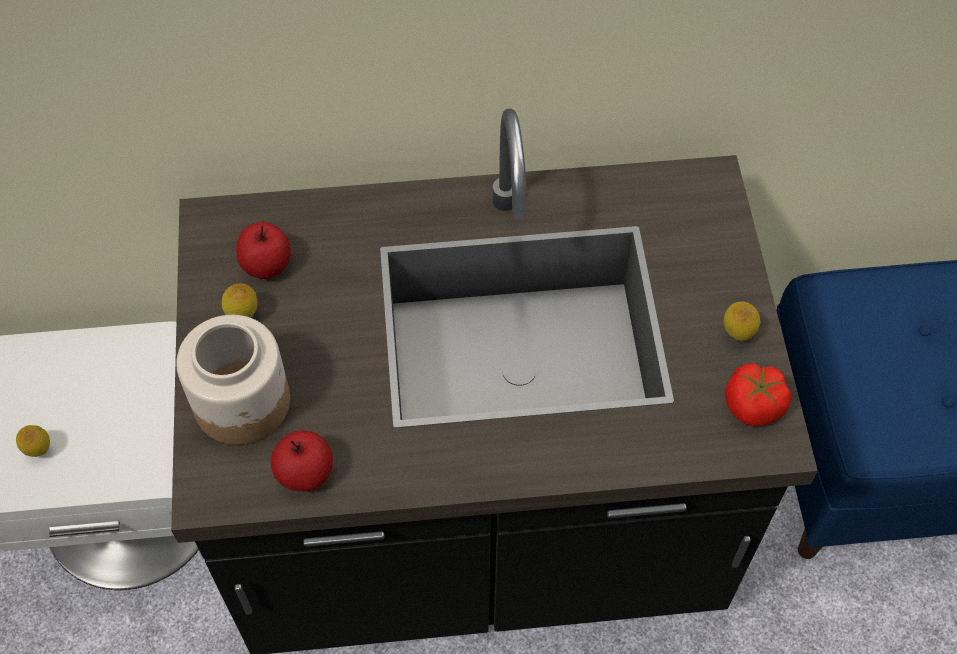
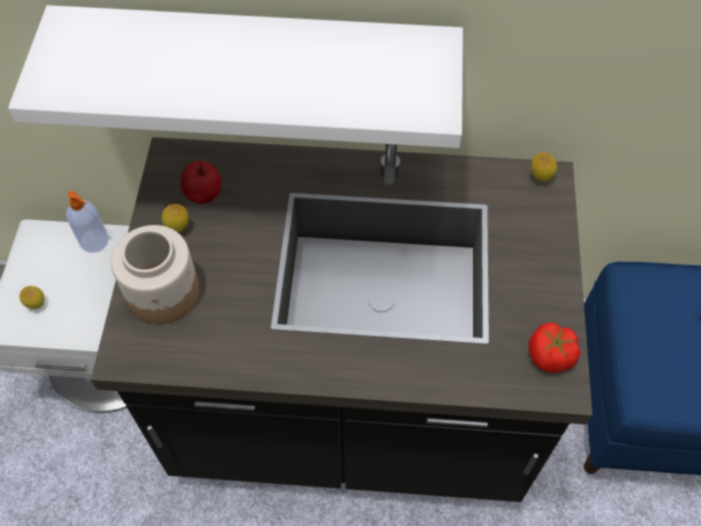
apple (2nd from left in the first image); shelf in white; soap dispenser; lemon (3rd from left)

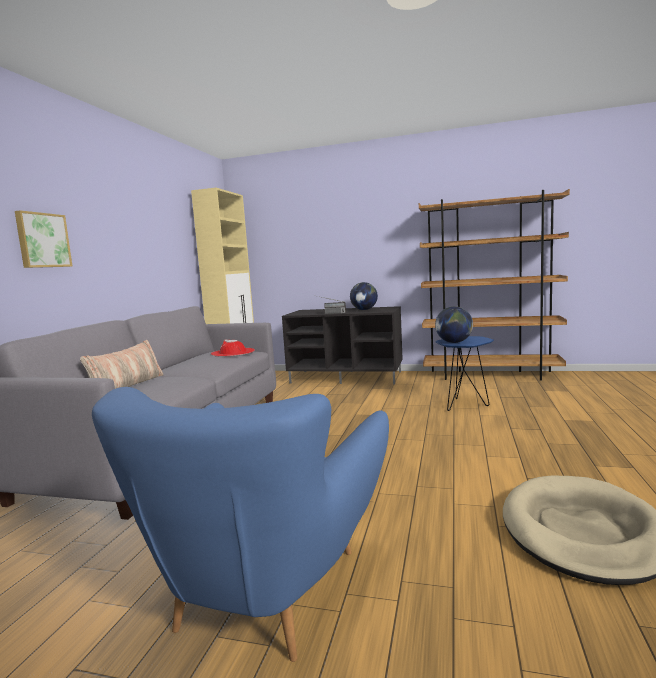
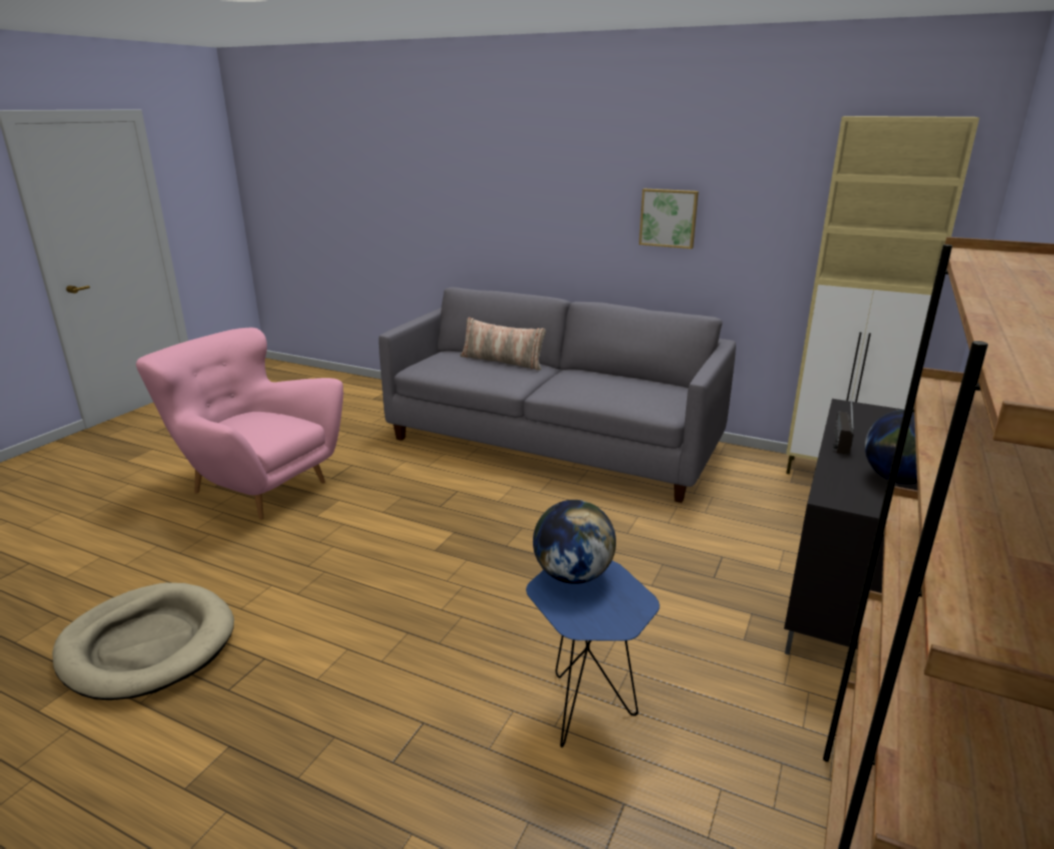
hat in red; picture; armchair in pink

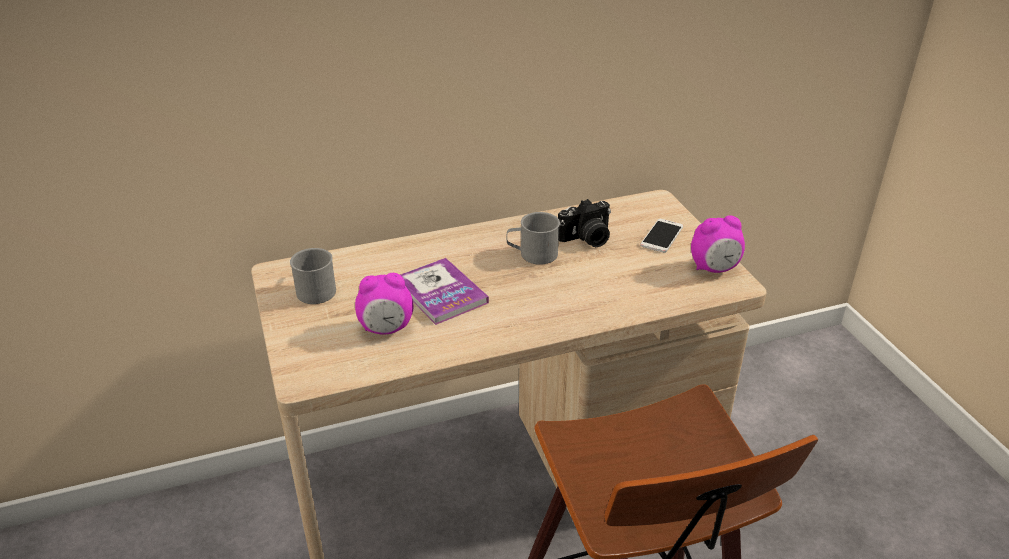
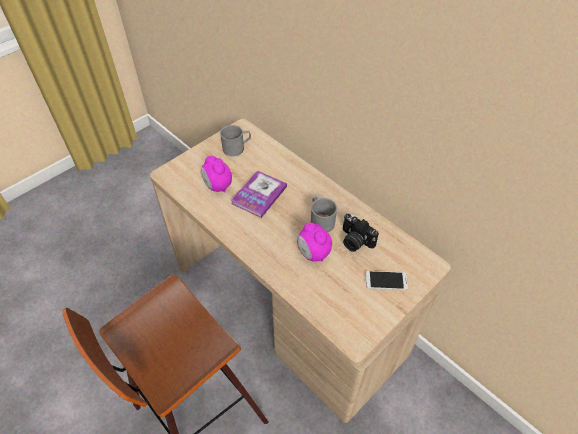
alarm clock (2nd from left)

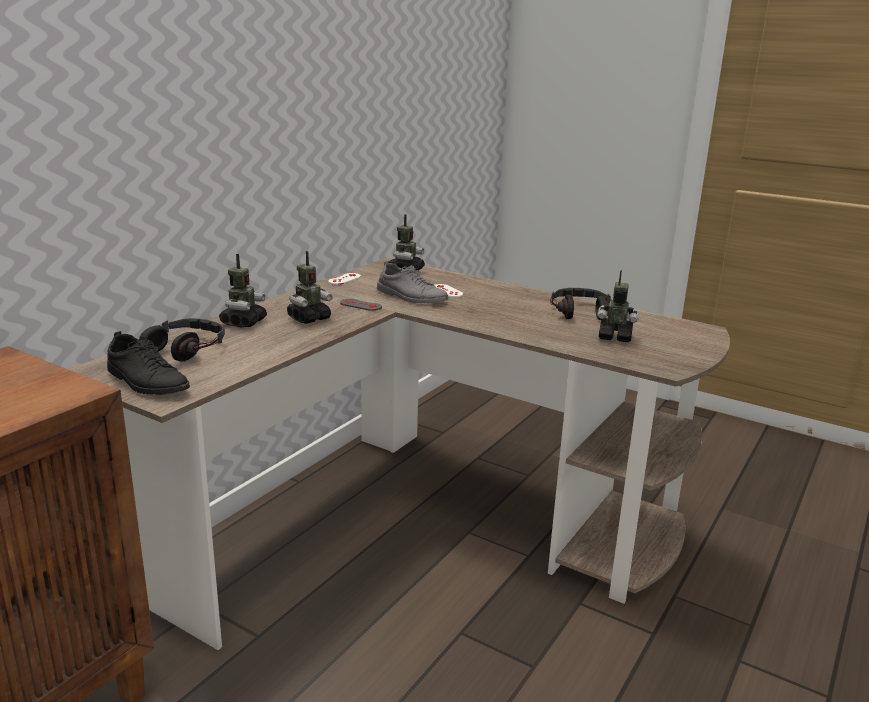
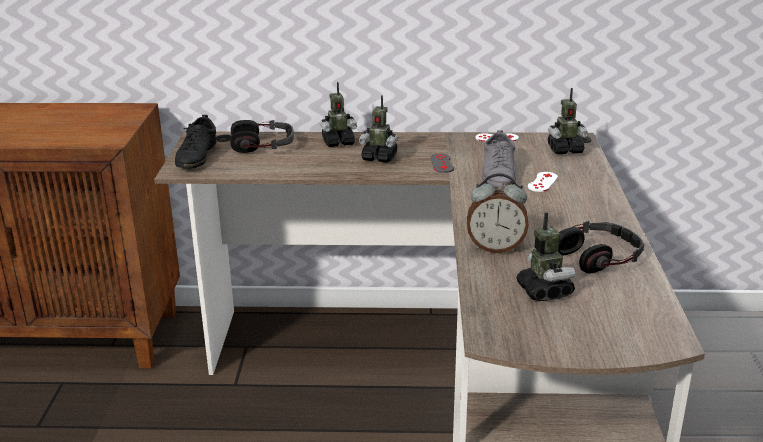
alarm clock

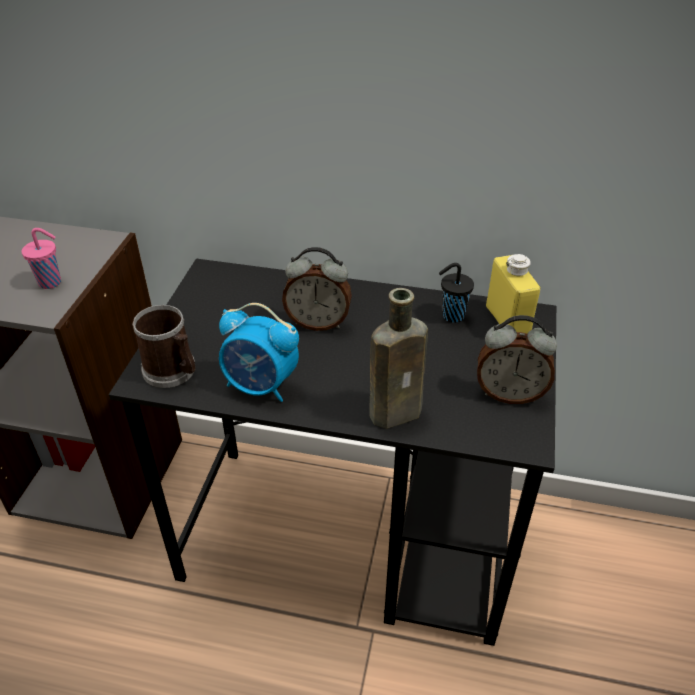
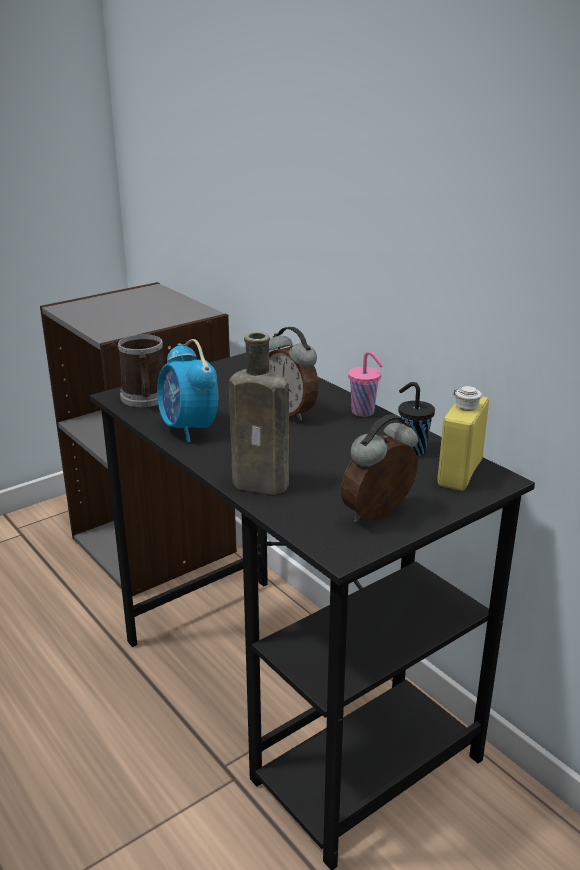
cup in pink; alarm clock (3rd from left)

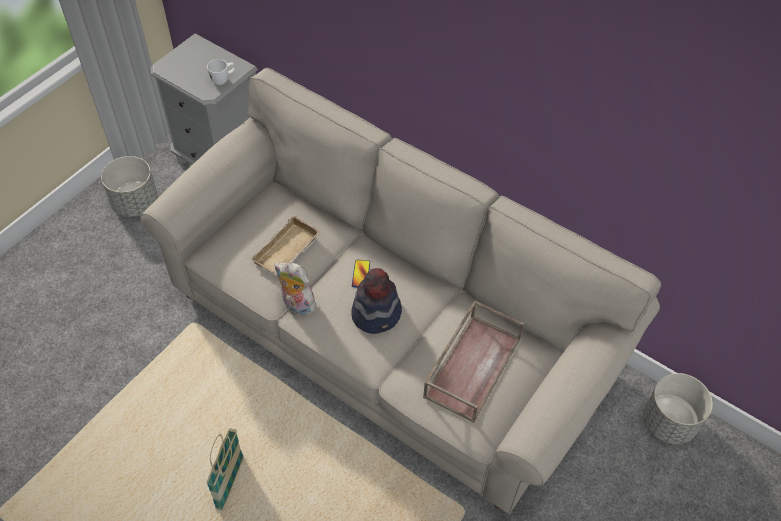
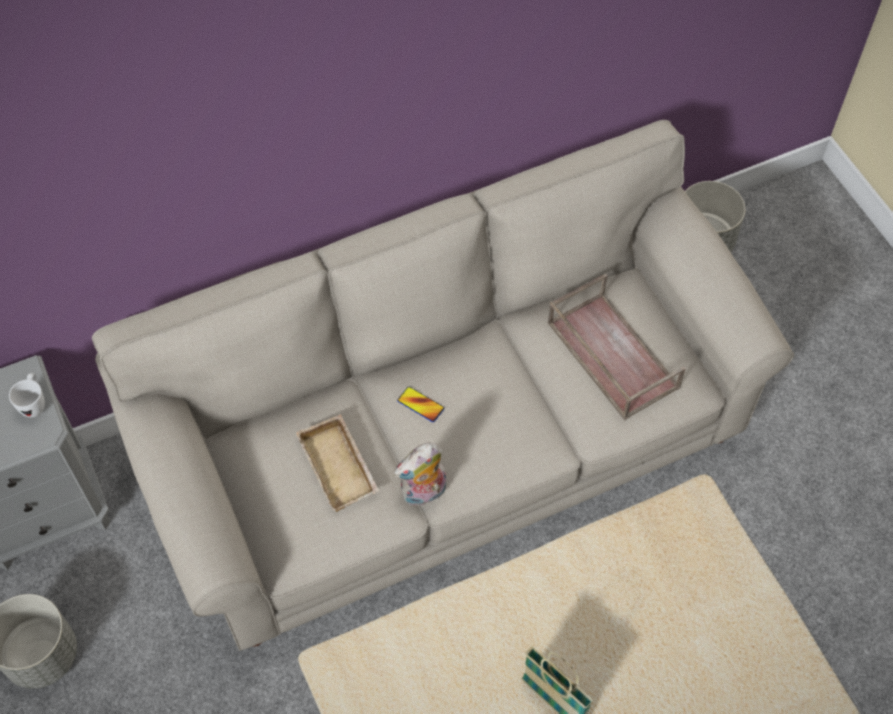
hat

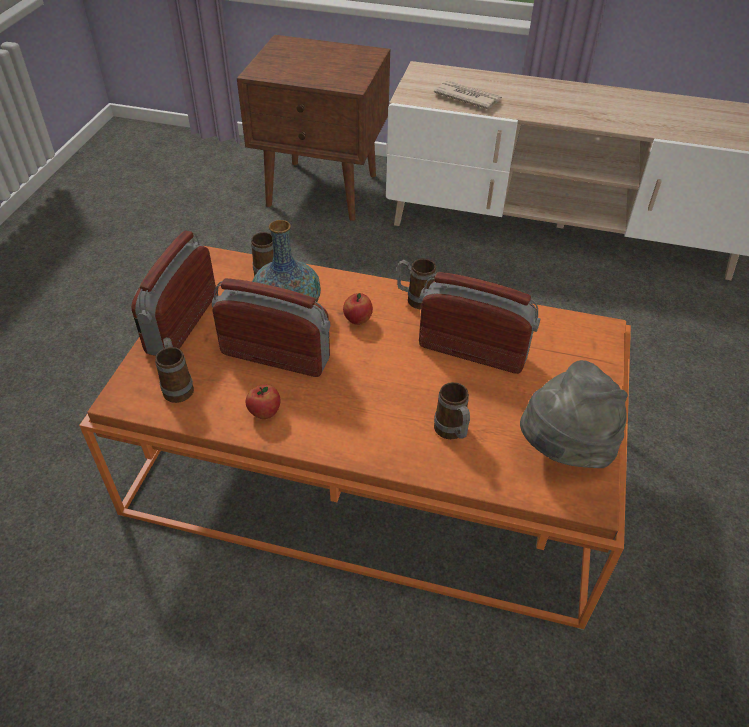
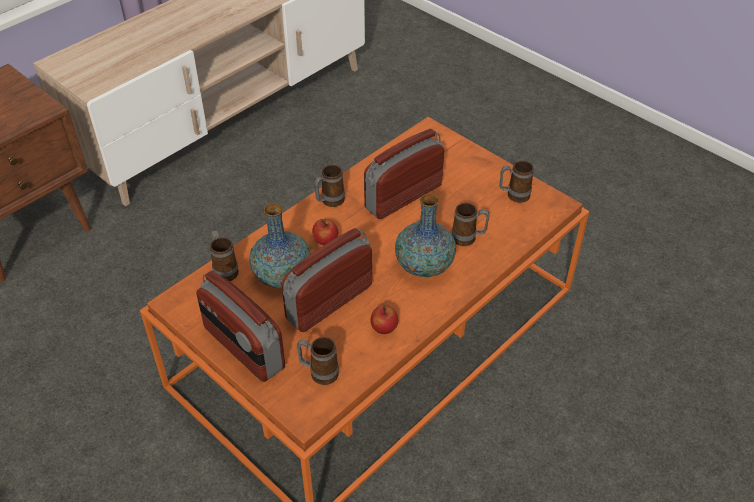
newspaper; vase (2nd from left); mug (5th from left)

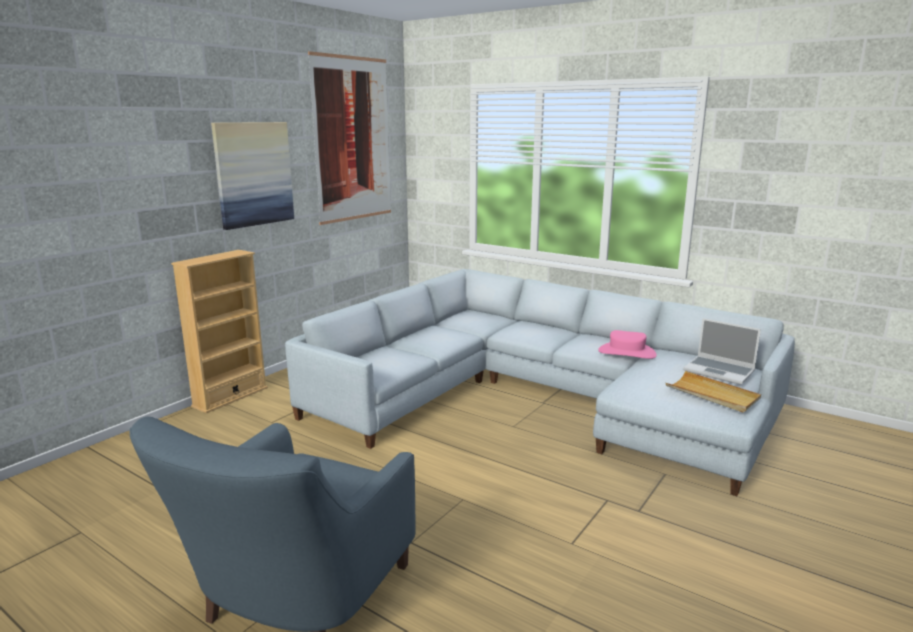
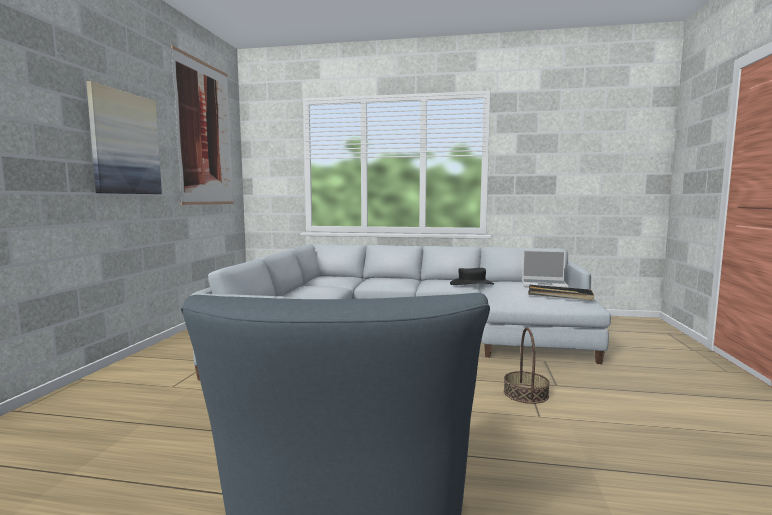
bookcase in beige; basket; hat in black; tray in black

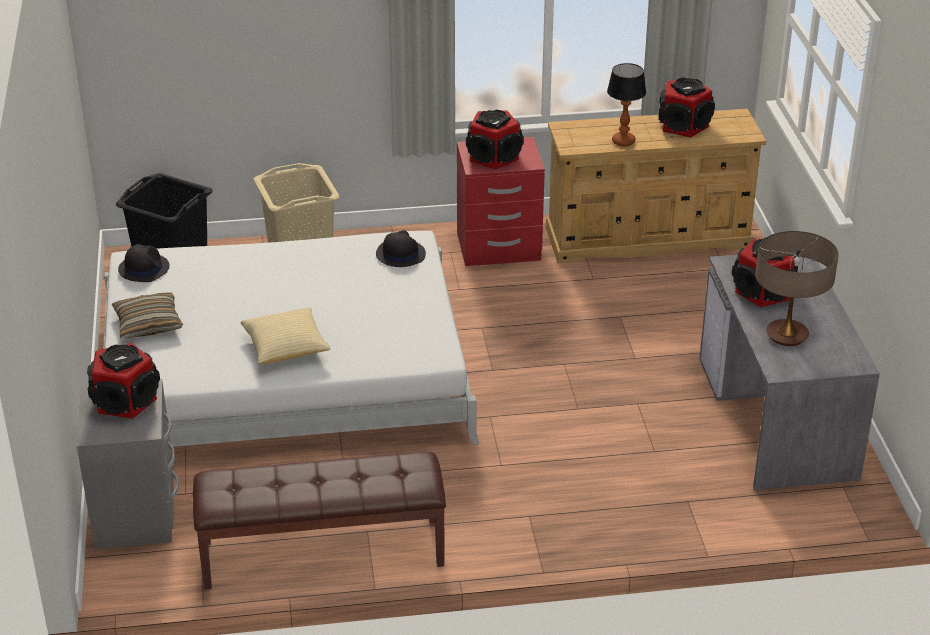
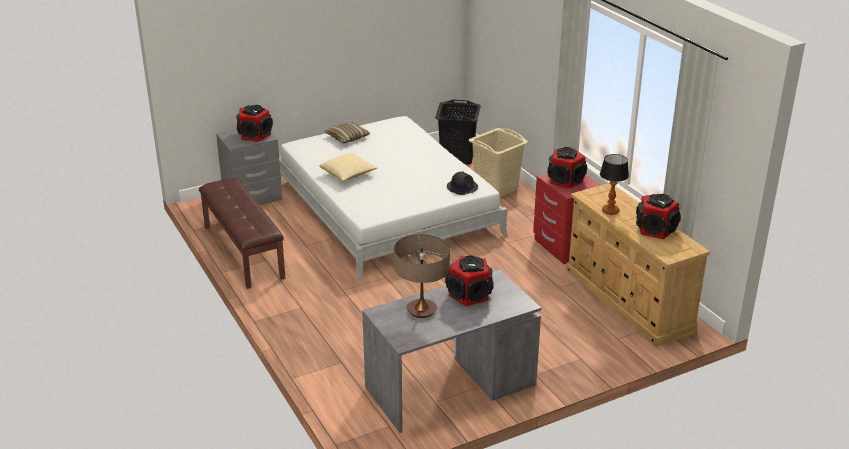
hat in black (1st from left in the first image)

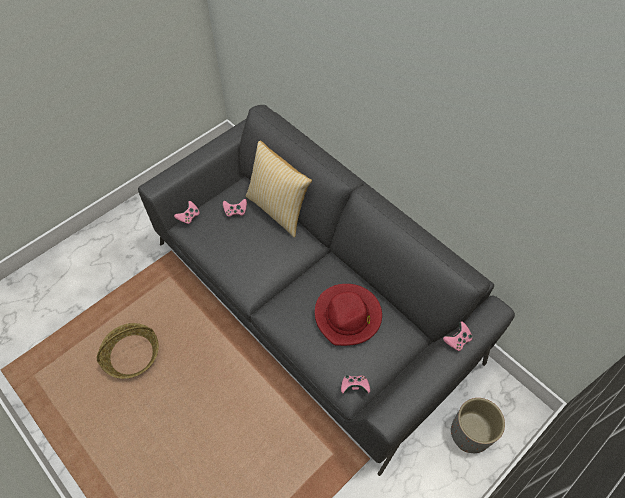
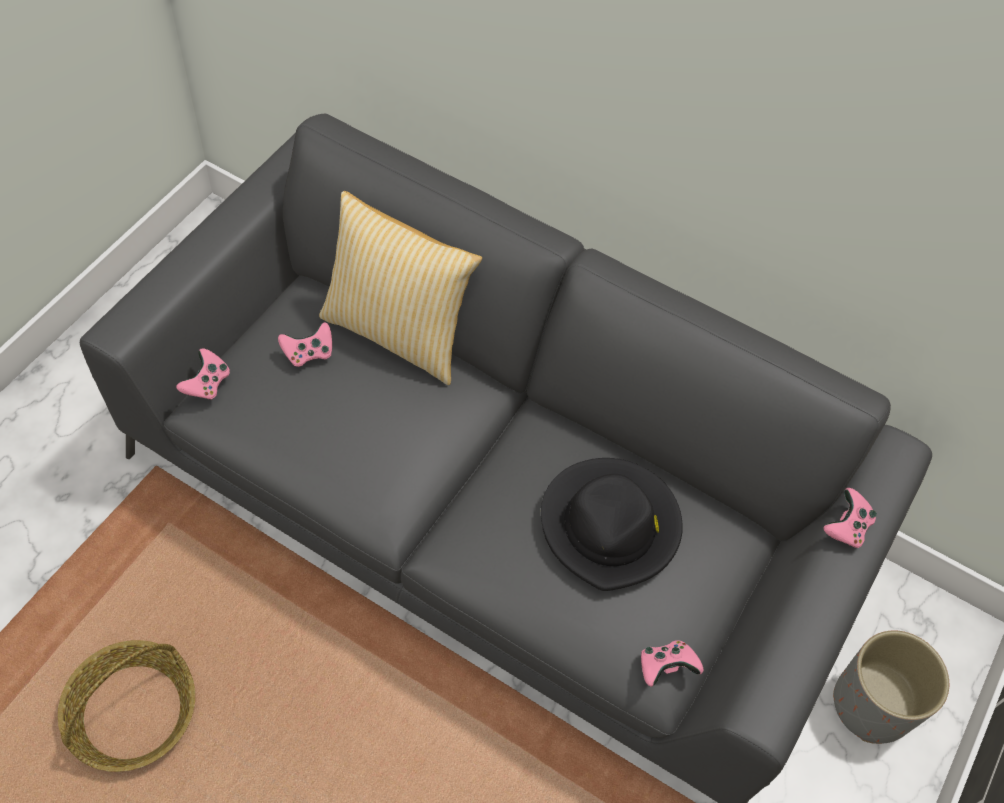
hat in black

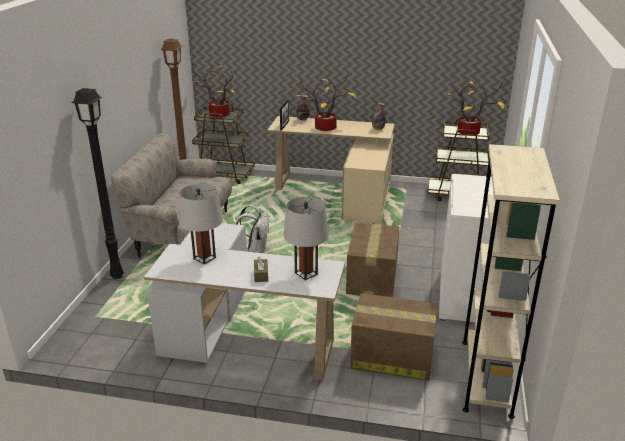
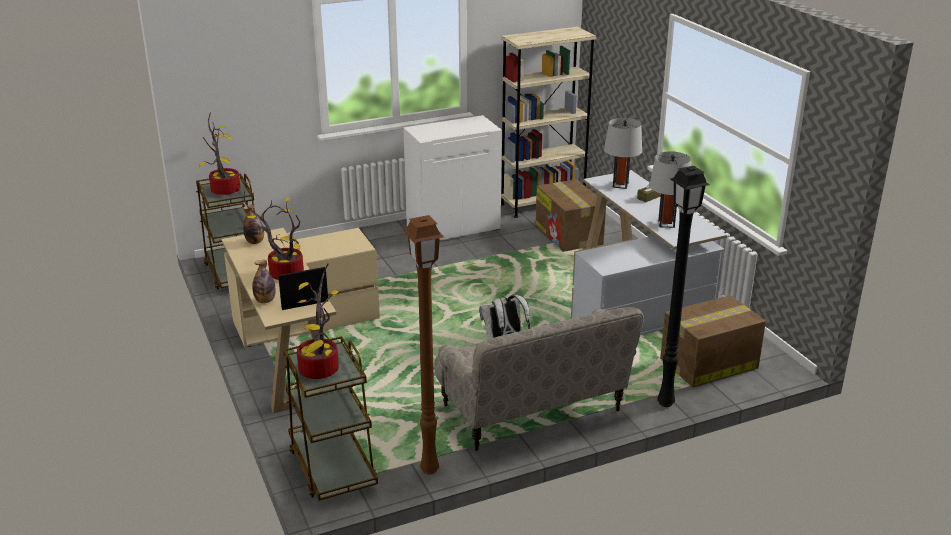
cardboard box (2nd from left)

